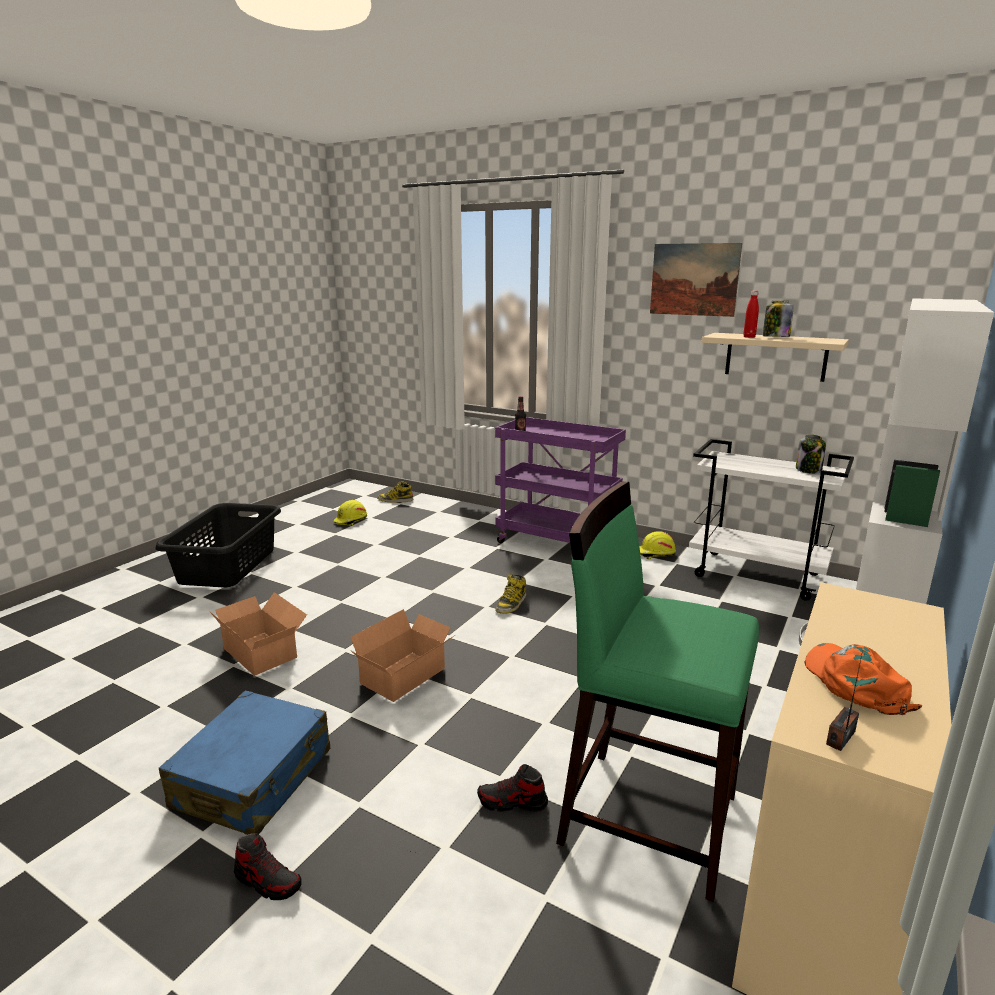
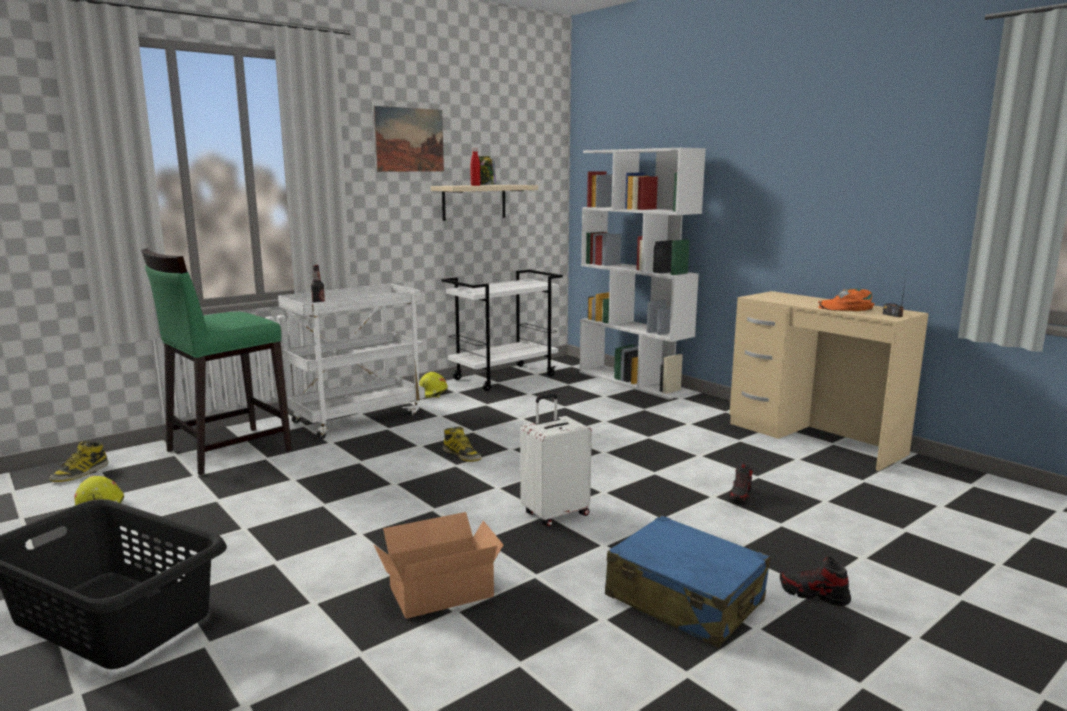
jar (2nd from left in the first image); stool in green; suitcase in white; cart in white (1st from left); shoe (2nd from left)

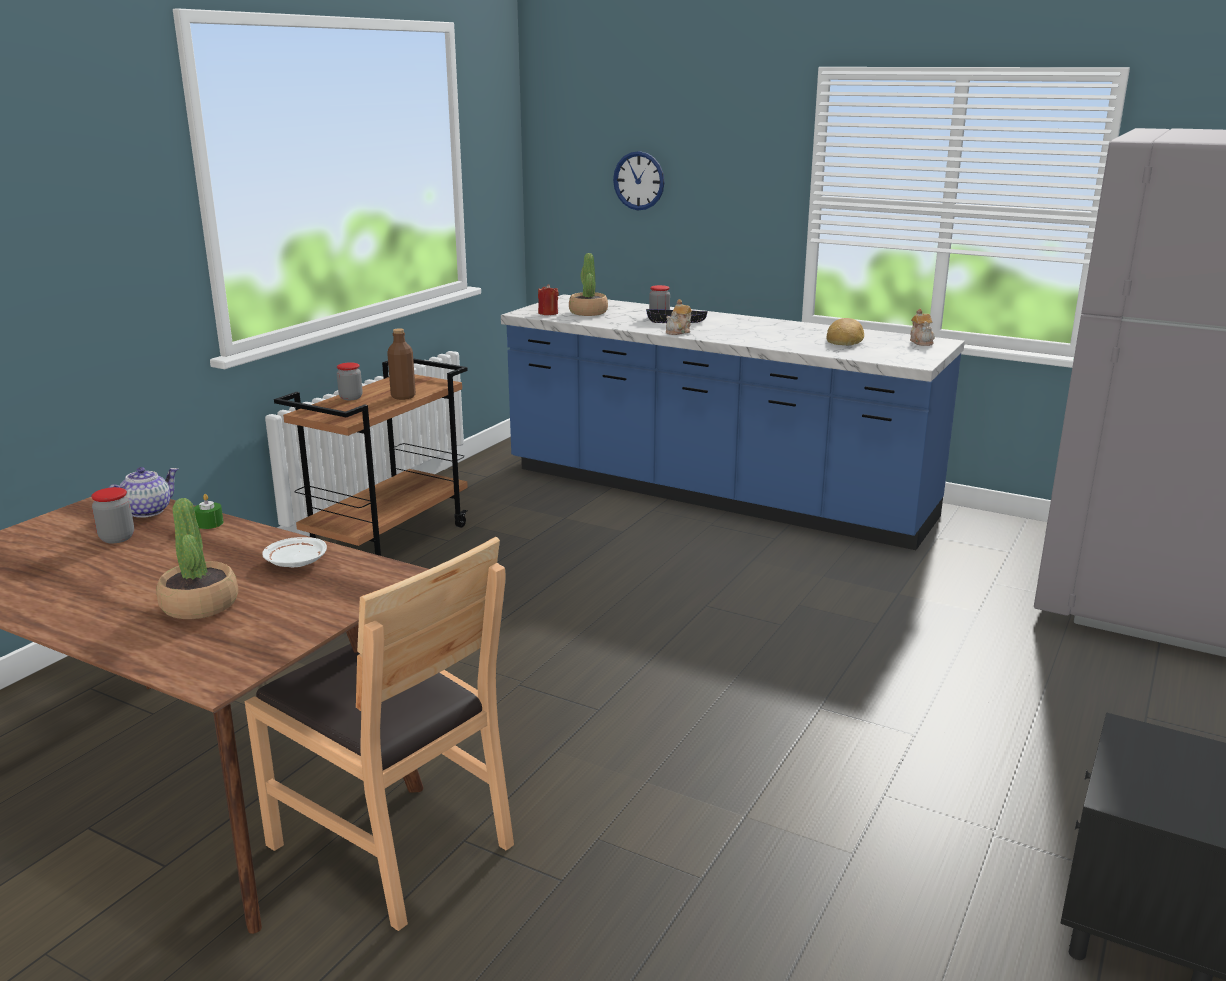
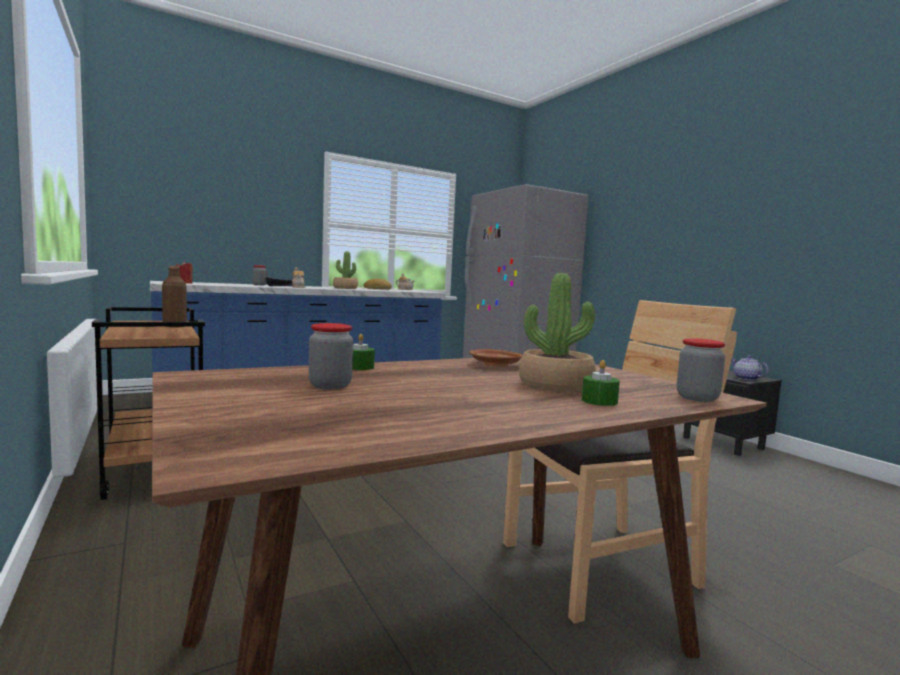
wall clock; candle in green (2nd from left); teapot (3rd from left); jar (3rd from left); potted plant (1st from left); plate in brown

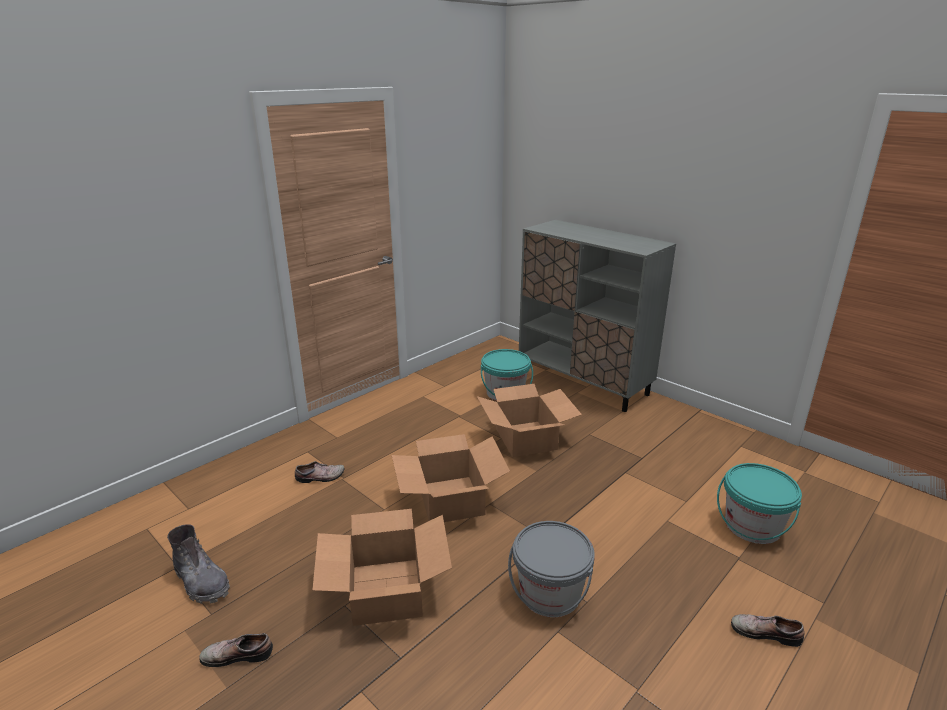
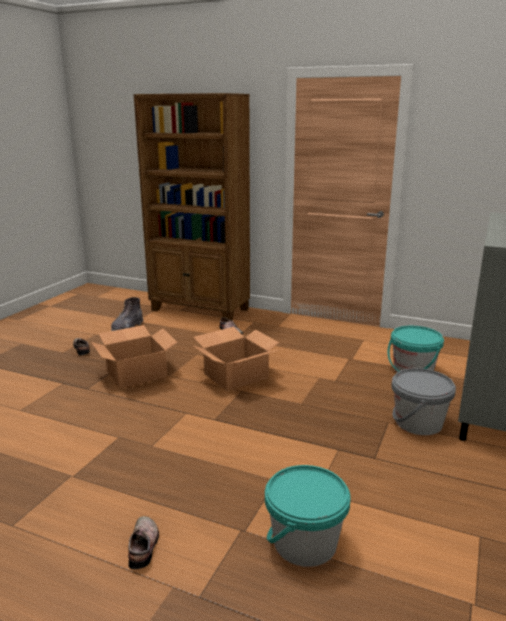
cardboard box (3rd from left in the first image); bookcase in brown; bucket in grey

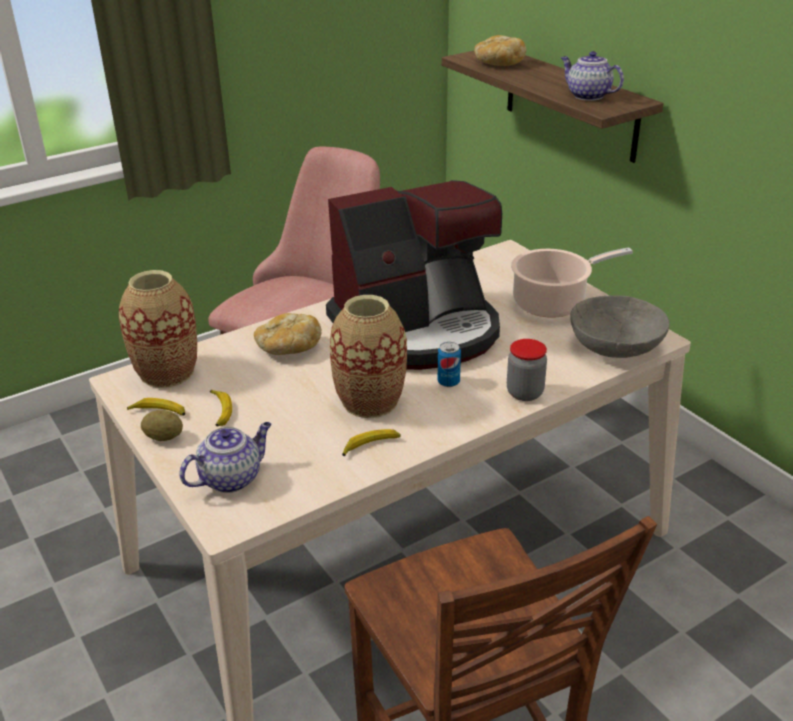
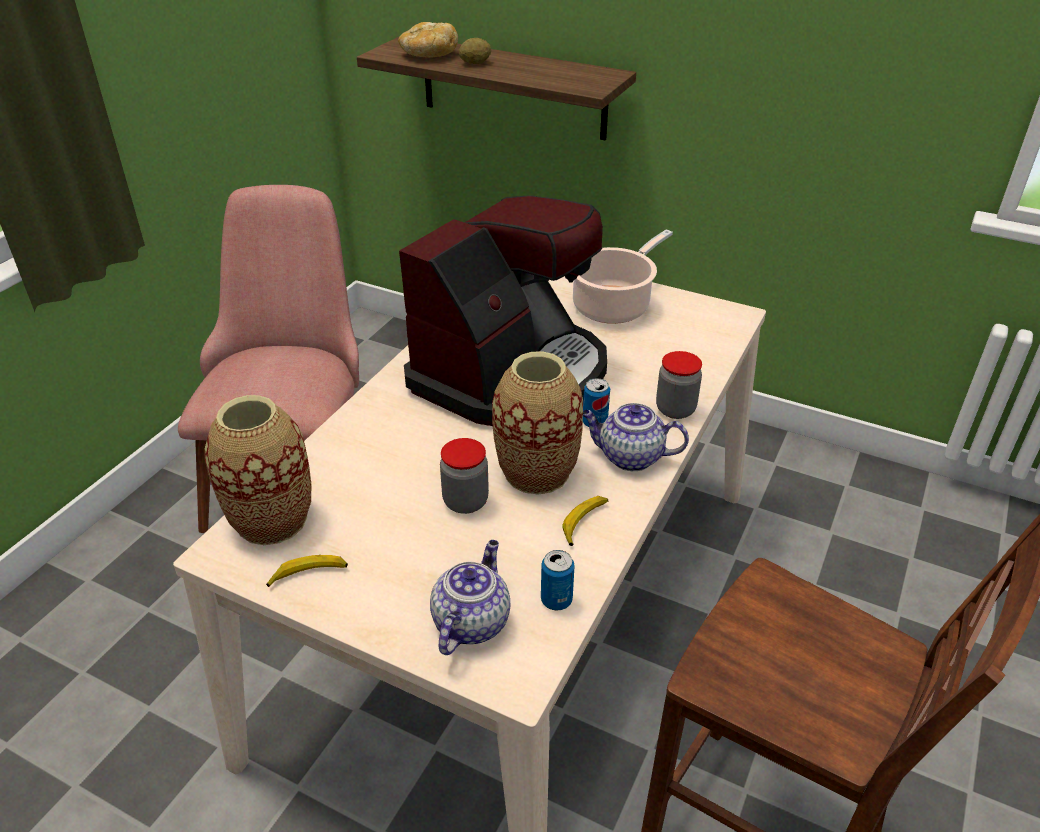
banana (2nd from left in the first image); bread (1st from left in the first image); bowl in grey; jar (1st from left); can (1st from left); potato; teapot (2nd from left)

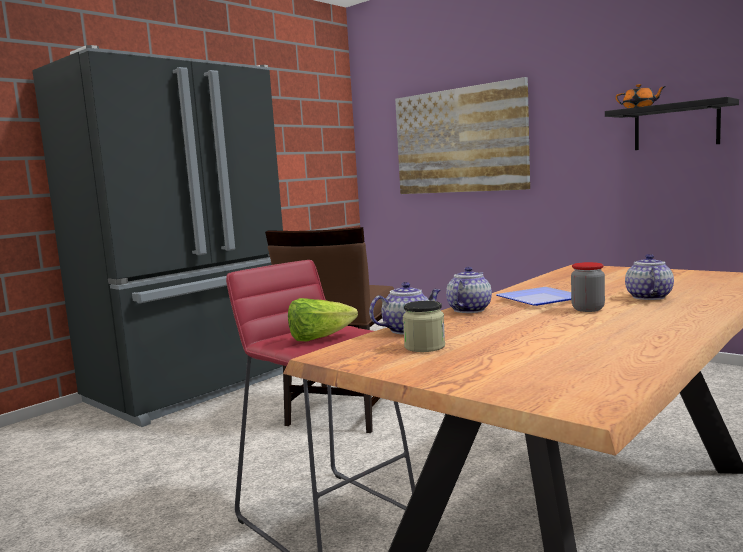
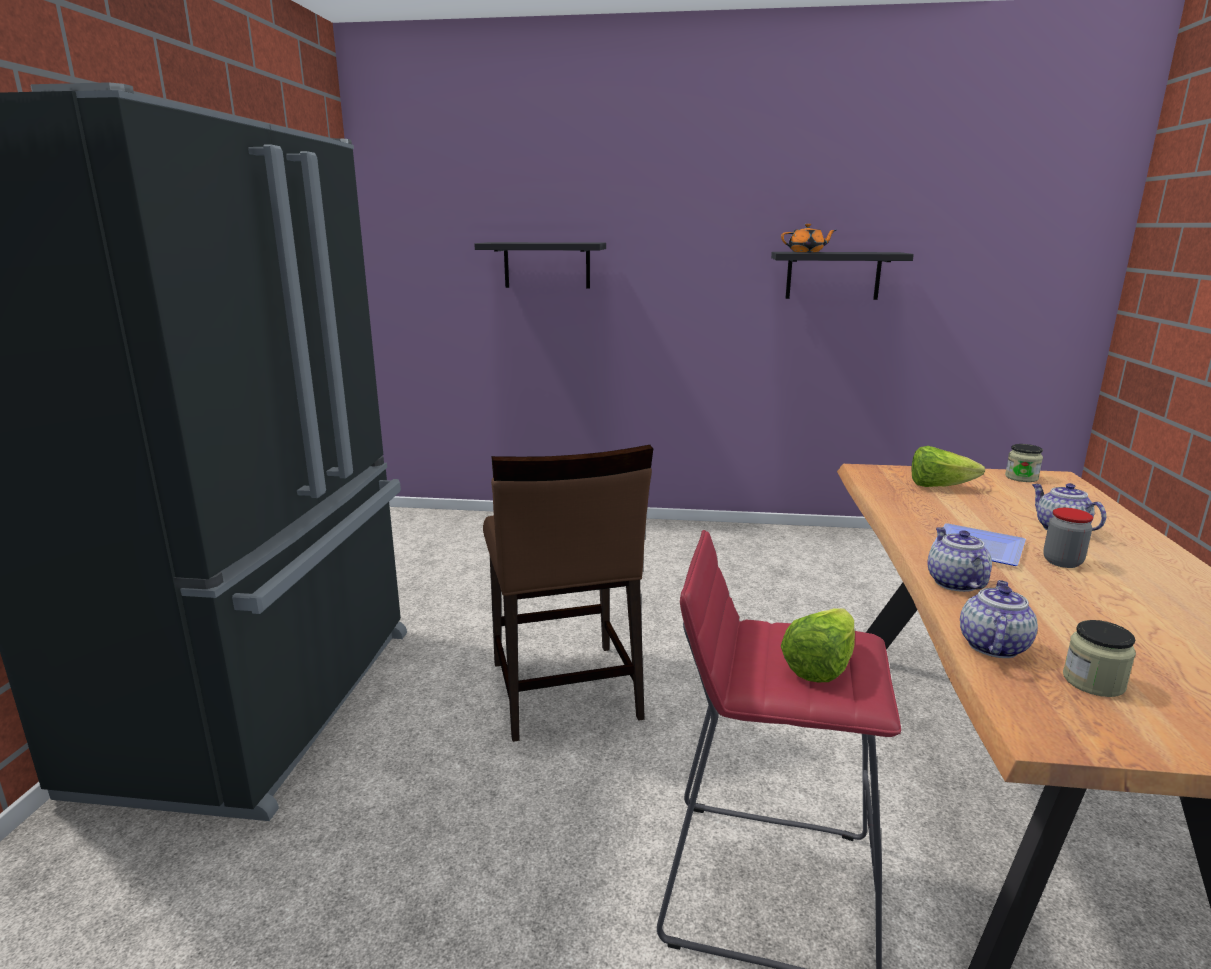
lettuce (2nd from left); jar (1st from left); shelf in black (1st from left)

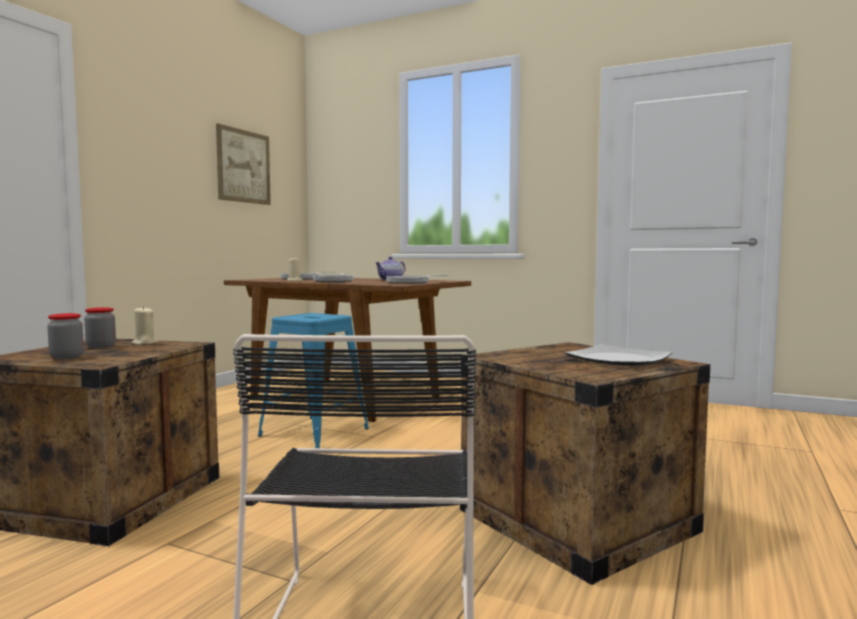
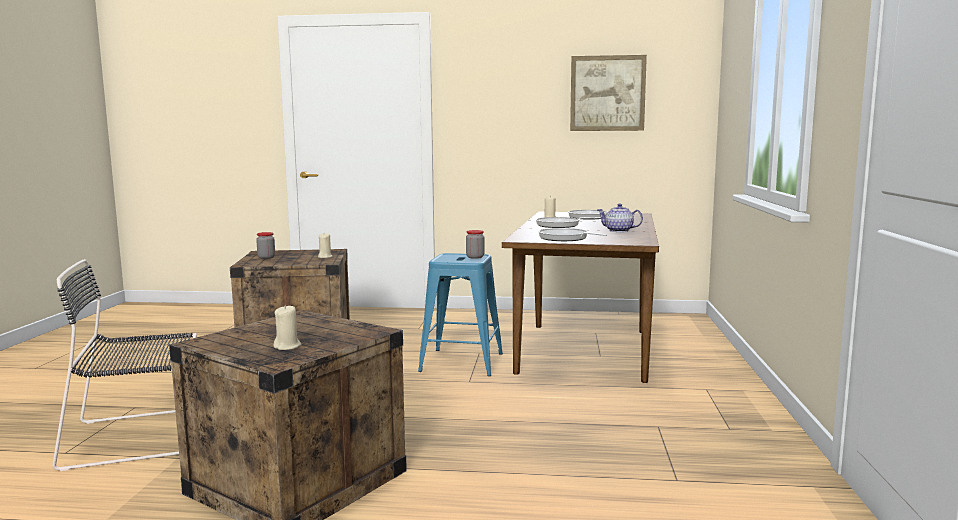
jar (2nd from left); candle in beige (1st from left)

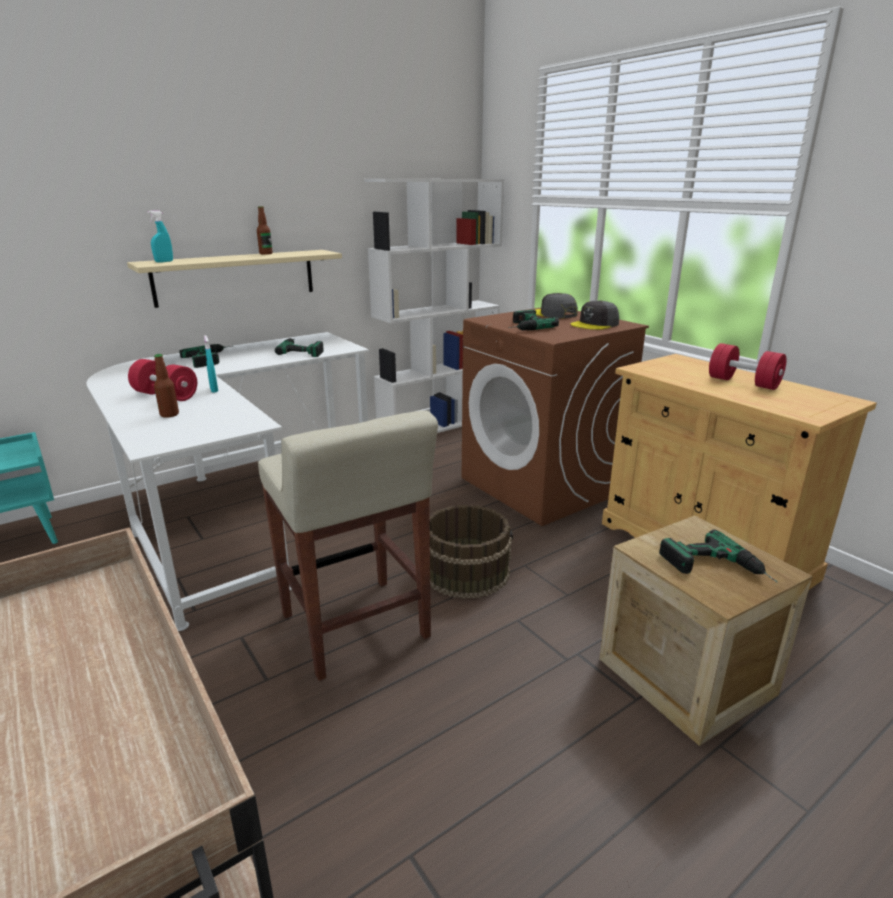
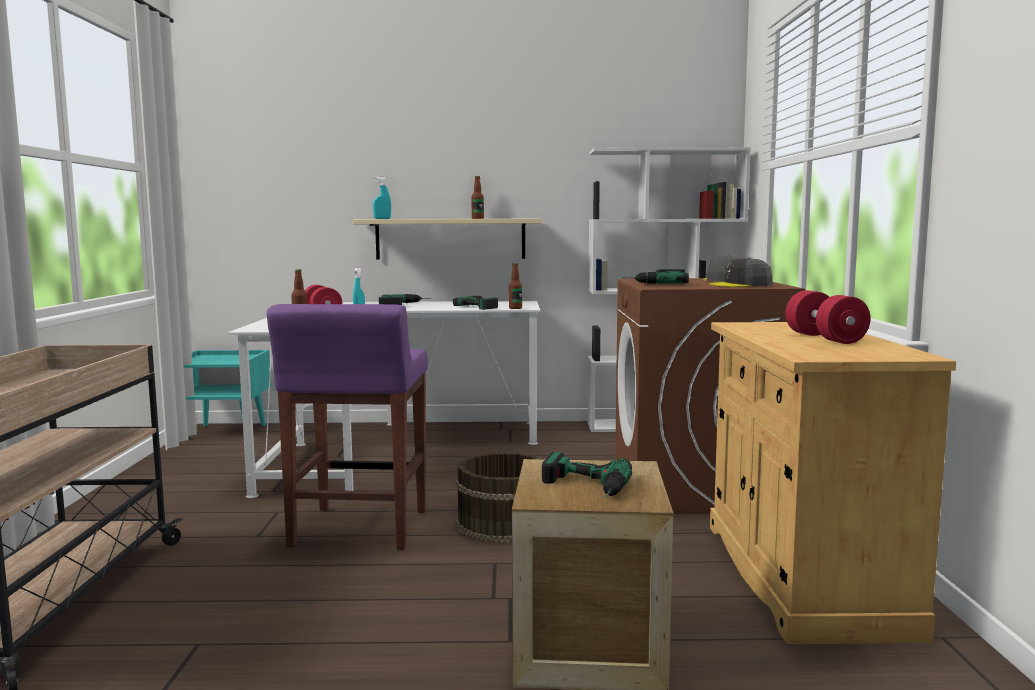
bottle (3rd from left); stool in purple

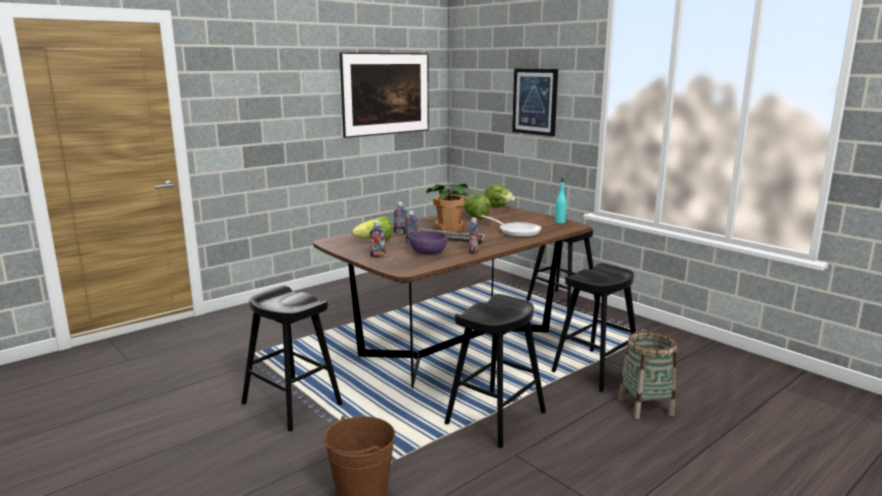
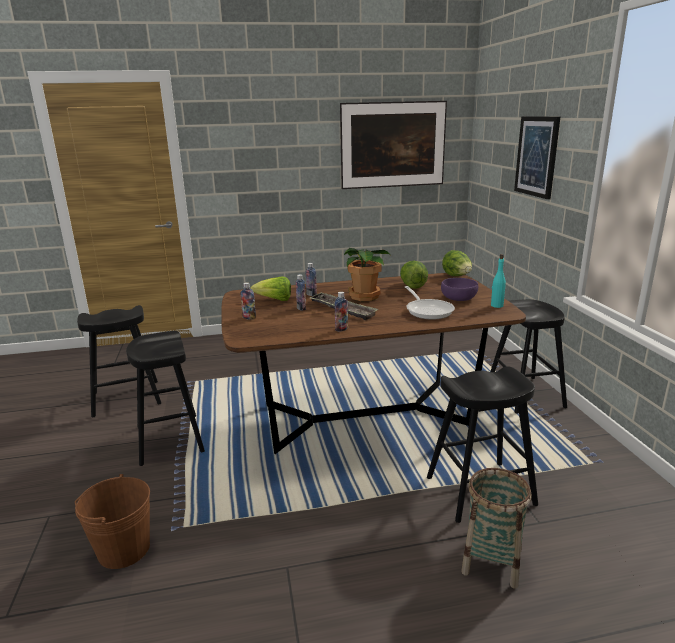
bowl in purple; stool in black (1st from left)

